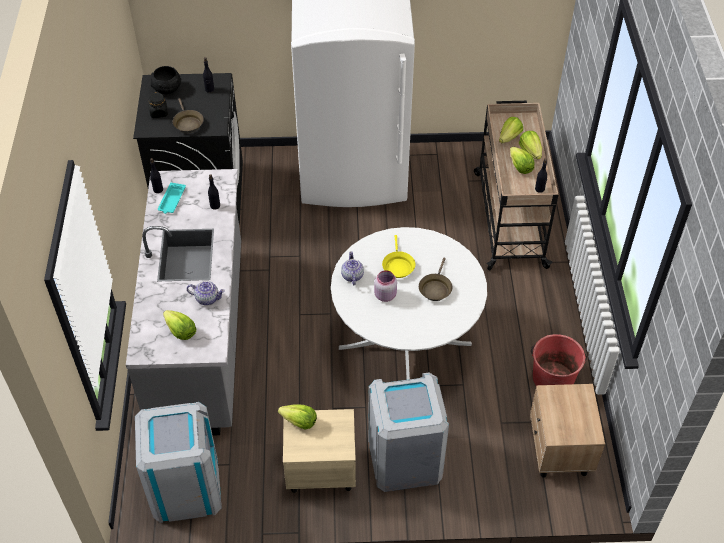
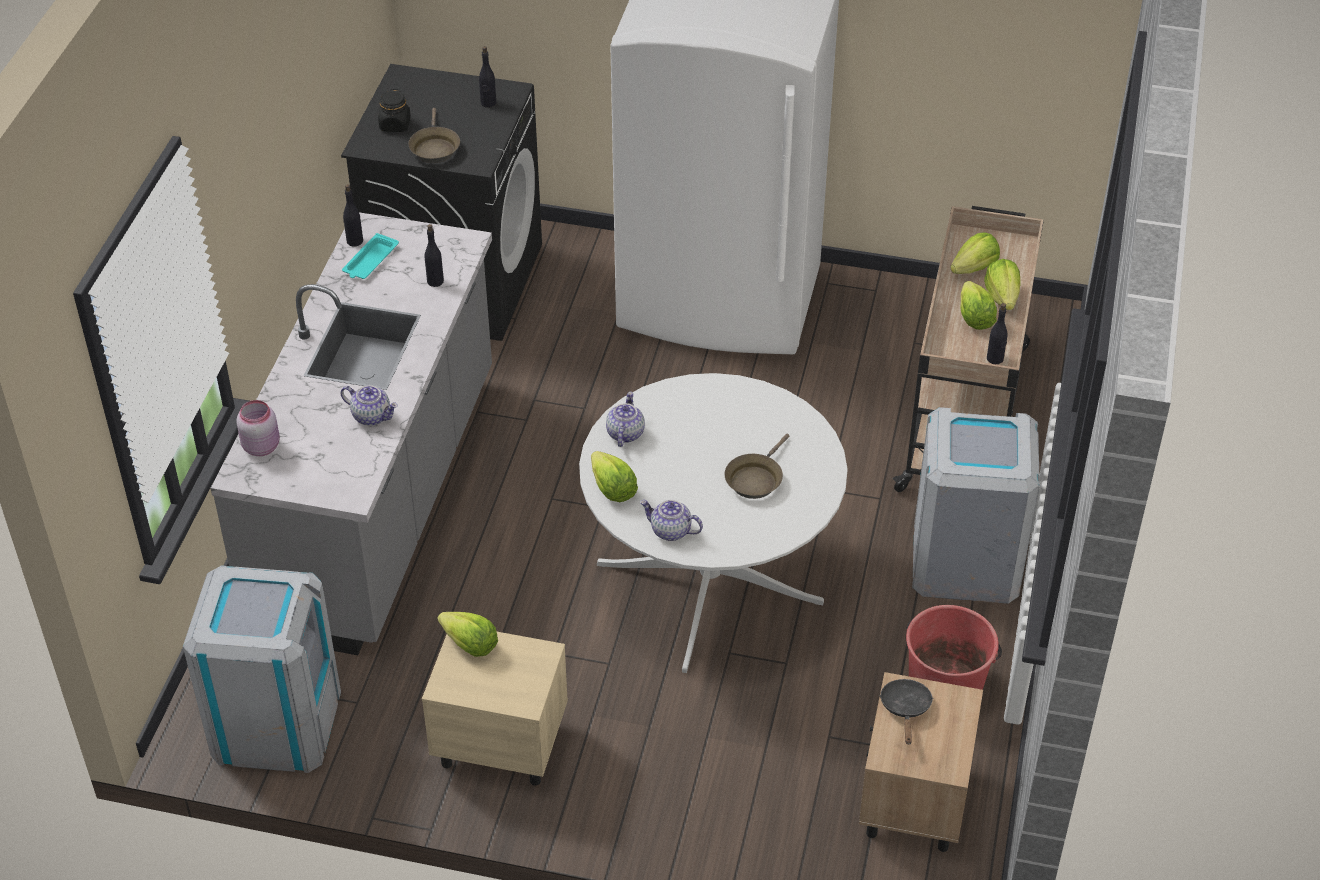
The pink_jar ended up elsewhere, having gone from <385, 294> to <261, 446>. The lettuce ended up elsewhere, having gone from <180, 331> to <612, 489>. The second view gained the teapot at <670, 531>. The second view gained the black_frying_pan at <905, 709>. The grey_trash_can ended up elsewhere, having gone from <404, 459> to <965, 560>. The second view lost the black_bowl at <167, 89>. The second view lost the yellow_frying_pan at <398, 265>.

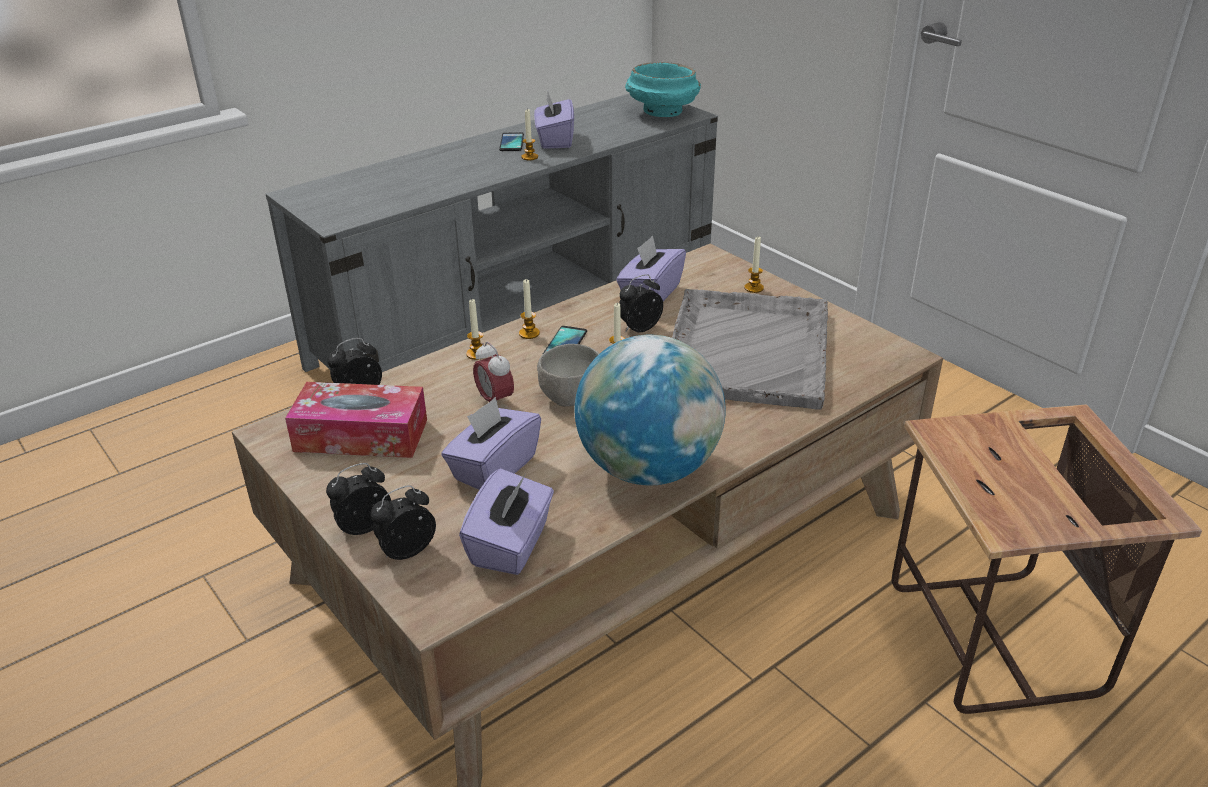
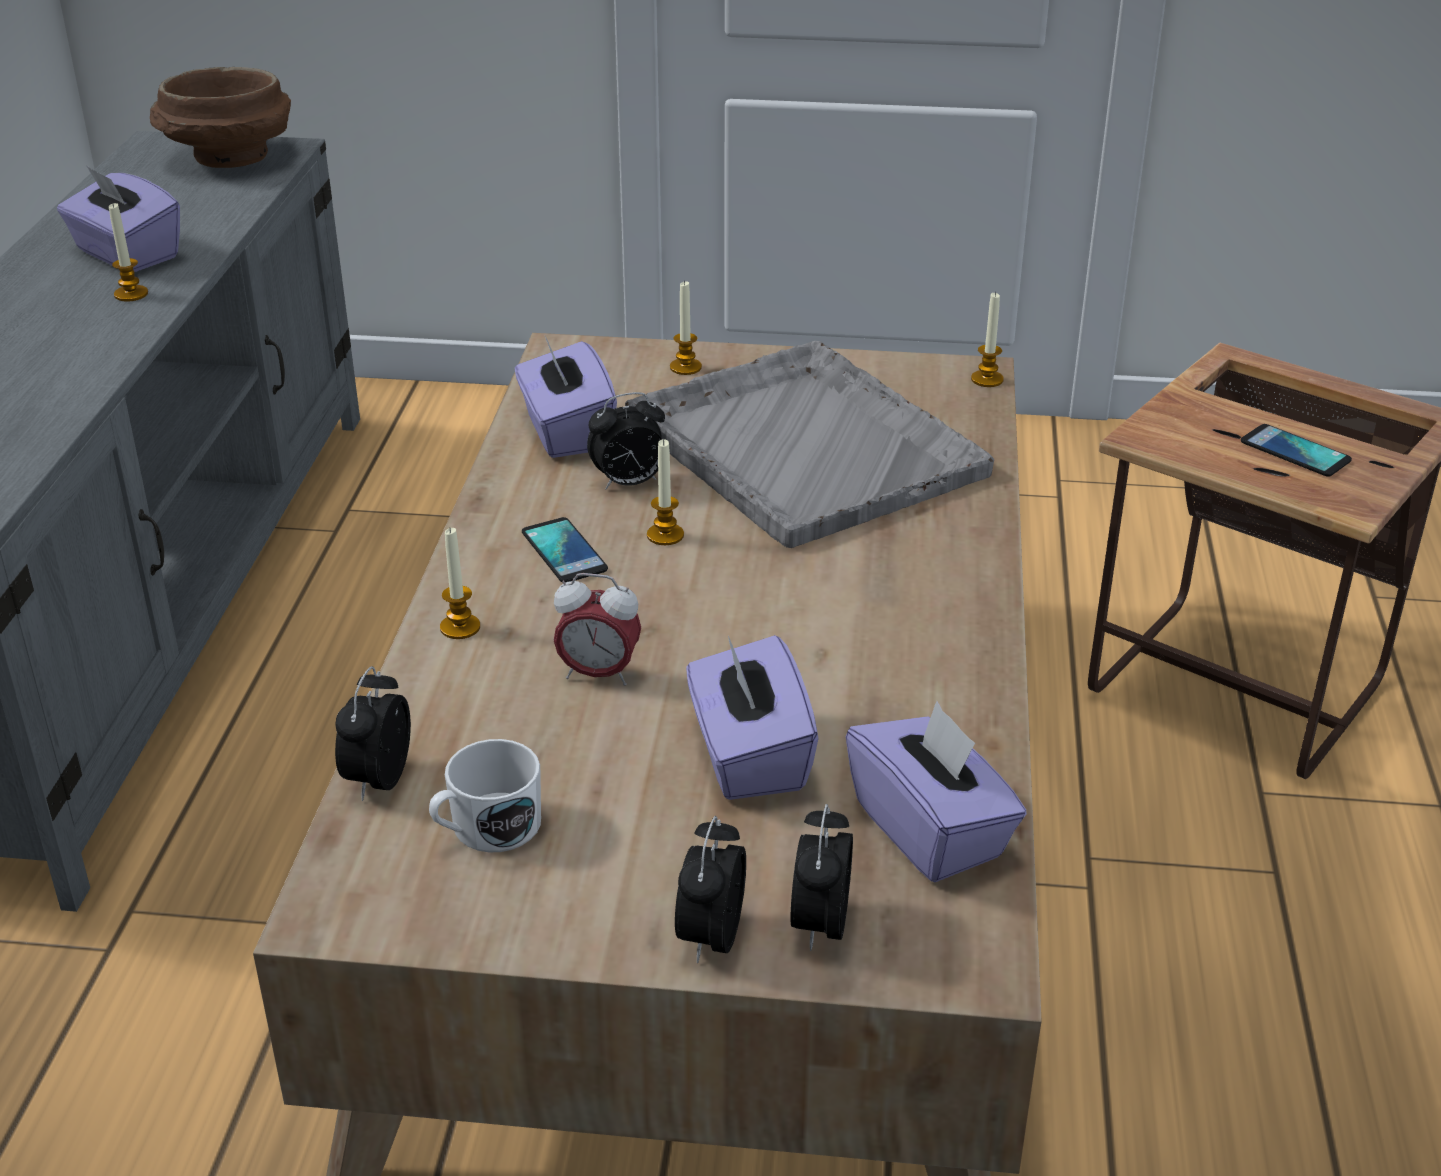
What was the turquoise_bowl at <661, 112> turned into the brown_bowl at <229, 159>. Where the tissue_box stood at <361, 435>, the white_mug came to stand at <486, 829>. The alarm_clock at <639, 328> ended up facing another way, 120 degrees counterclockwise from before. The candle ended up elsewhere, having gone from <529, 333> to <987, 379>. The phone ended up elsewhere, having gone from <511, 142> to <1295, 452>. The second view lost the grey_bowl at <569, 396>. The second view lost the globe at <648, 468>.

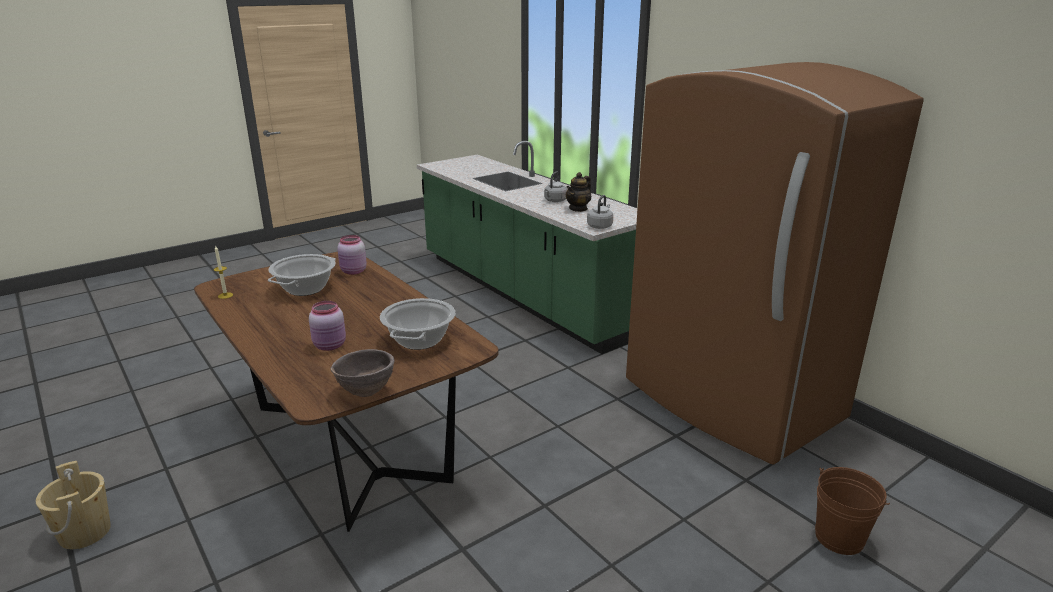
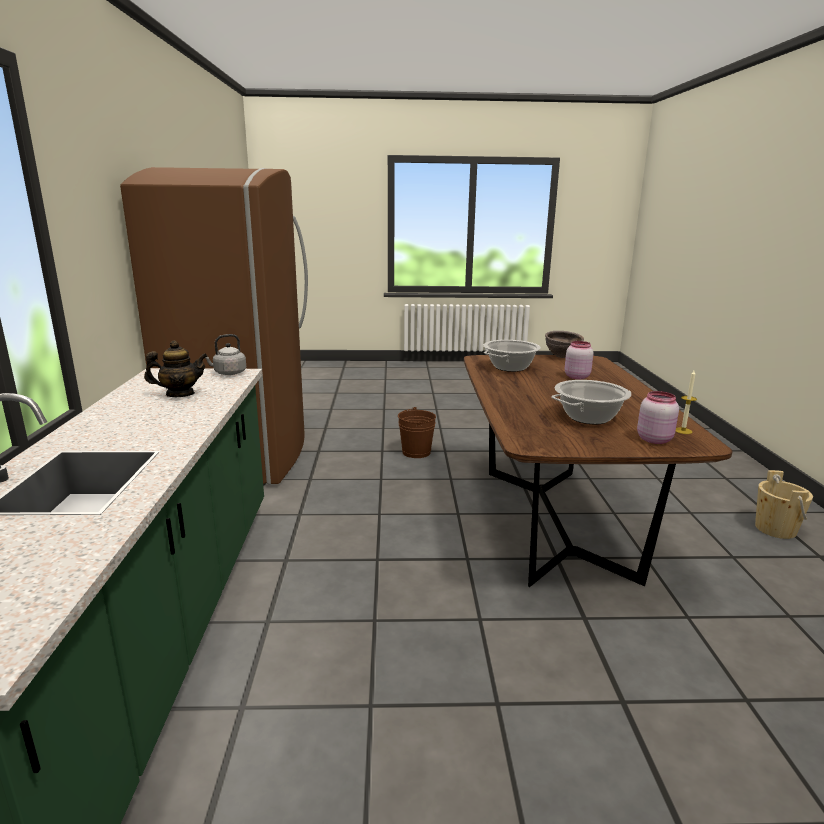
The brown_bucket ended up elsewhere, having gone from <839, 538> to <416, 452>. The pink_jar ended up elsewhere, having gone from <353, 271> to <654, 439>. The second view lost the grey_kettle at <554, 201>.

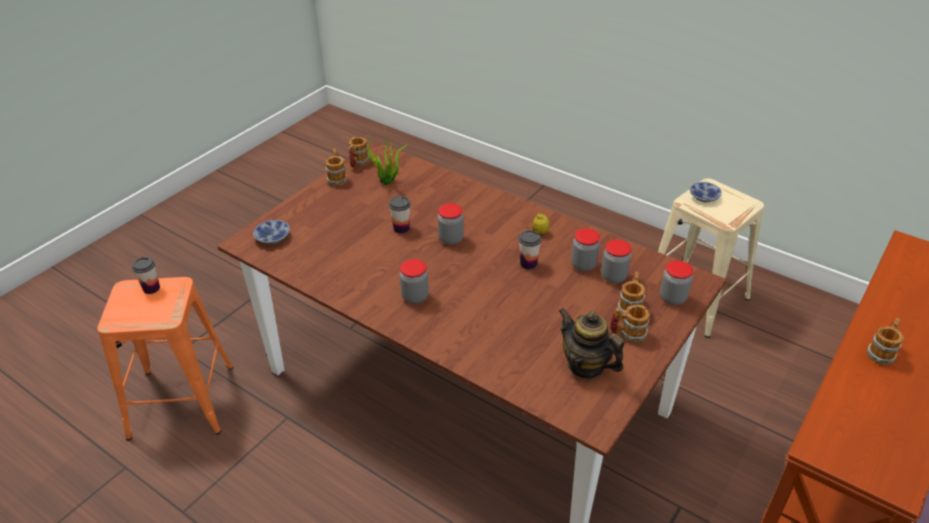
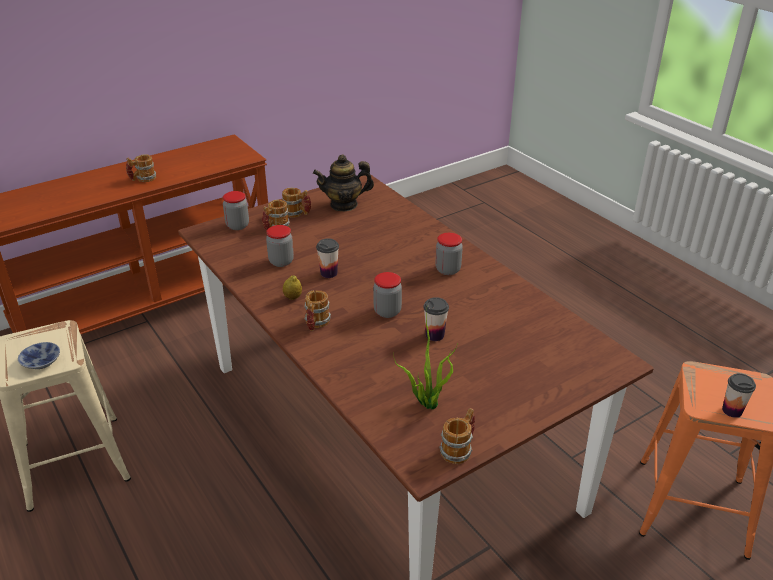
The mug ended up elsewhere, having gone from <337, 178> to <316, 324>. The teapot at <586, 366> ended up facing another way, 105 degrees clockwise from before. The second view lost the bowl at <273, 237>. The second view lost the jar at <613, 276>.

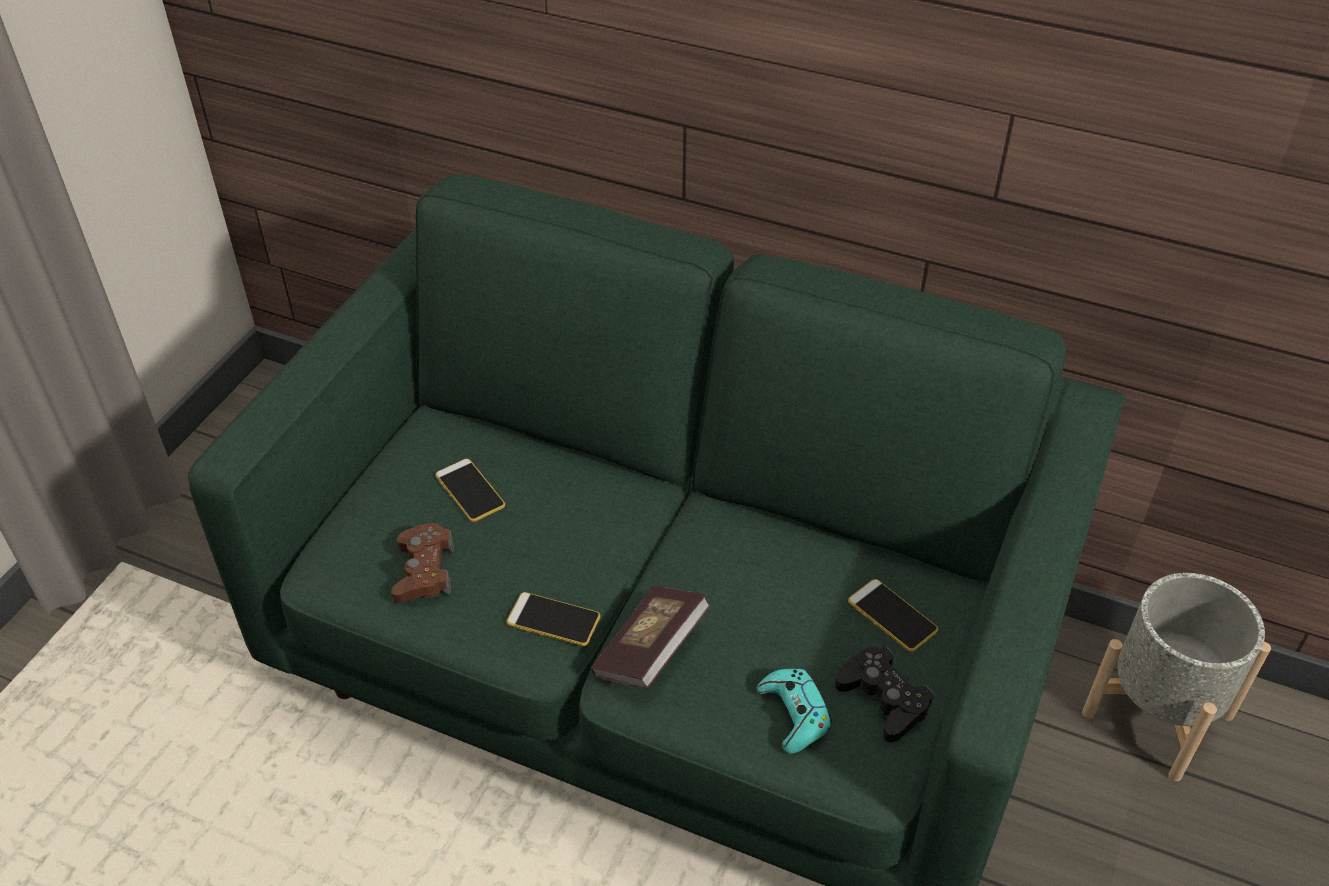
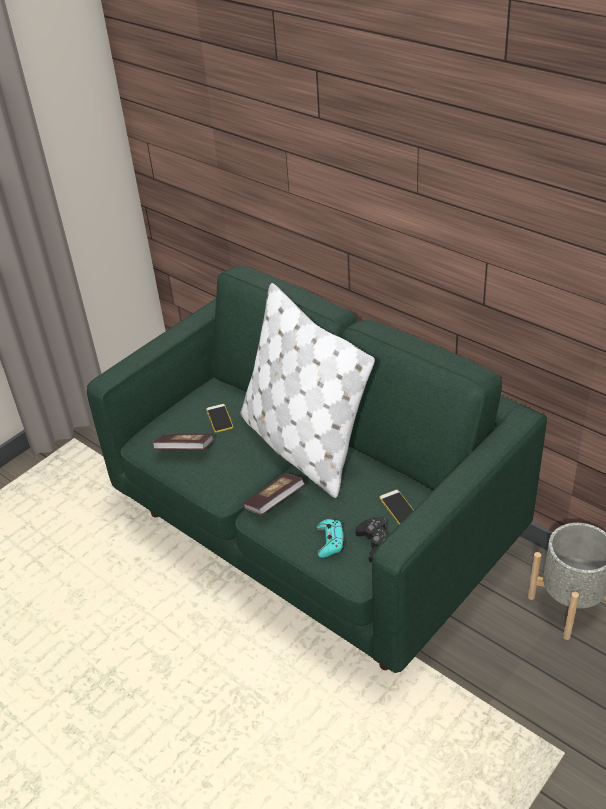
Where the brown_game_controller stood at <424, 571>, the book came to stand at <185, 450>. The second view gained the white_pillow at <302, 446>. The second view lost the phone at <553, 620>.

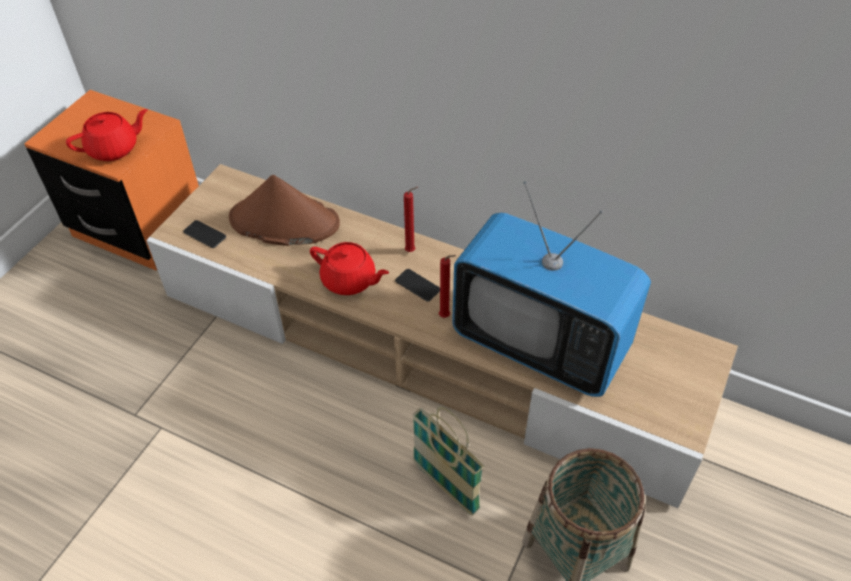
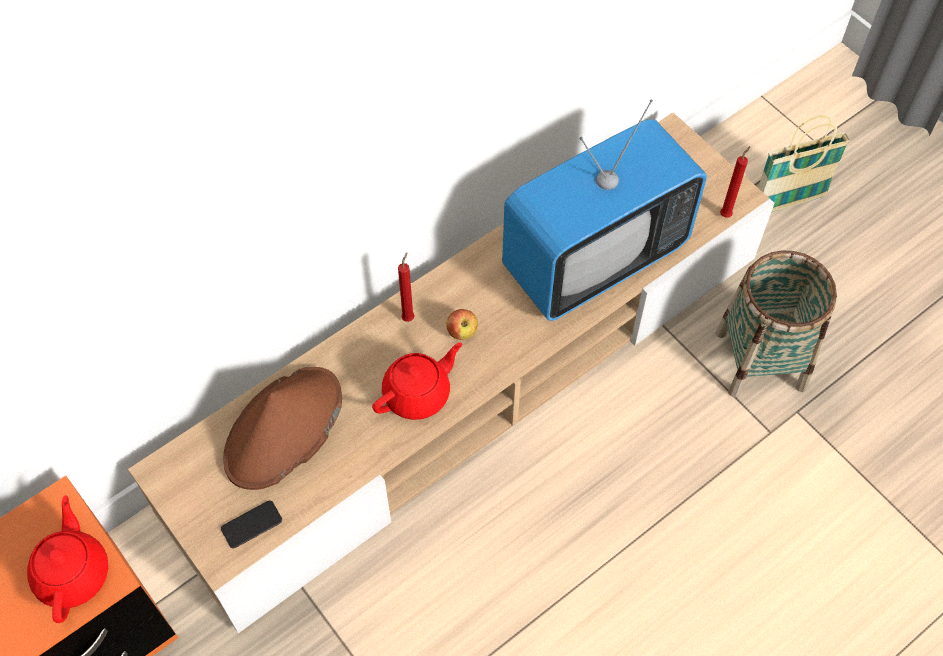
Where the phone stood at <417, 285>, the apple came to stand at <462, 332>. The red_candle ended up elsewhere, having gone from <446, 316> to <726, 214>. The basket ended up elsewhere, having gone from <445, 486> to <787, 203>.

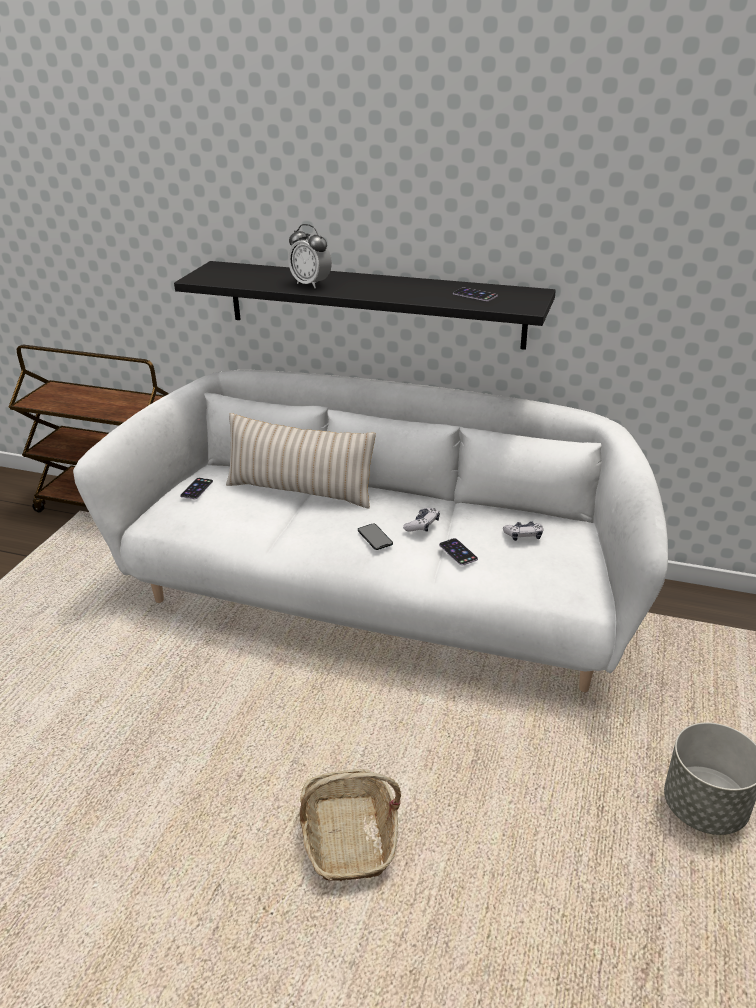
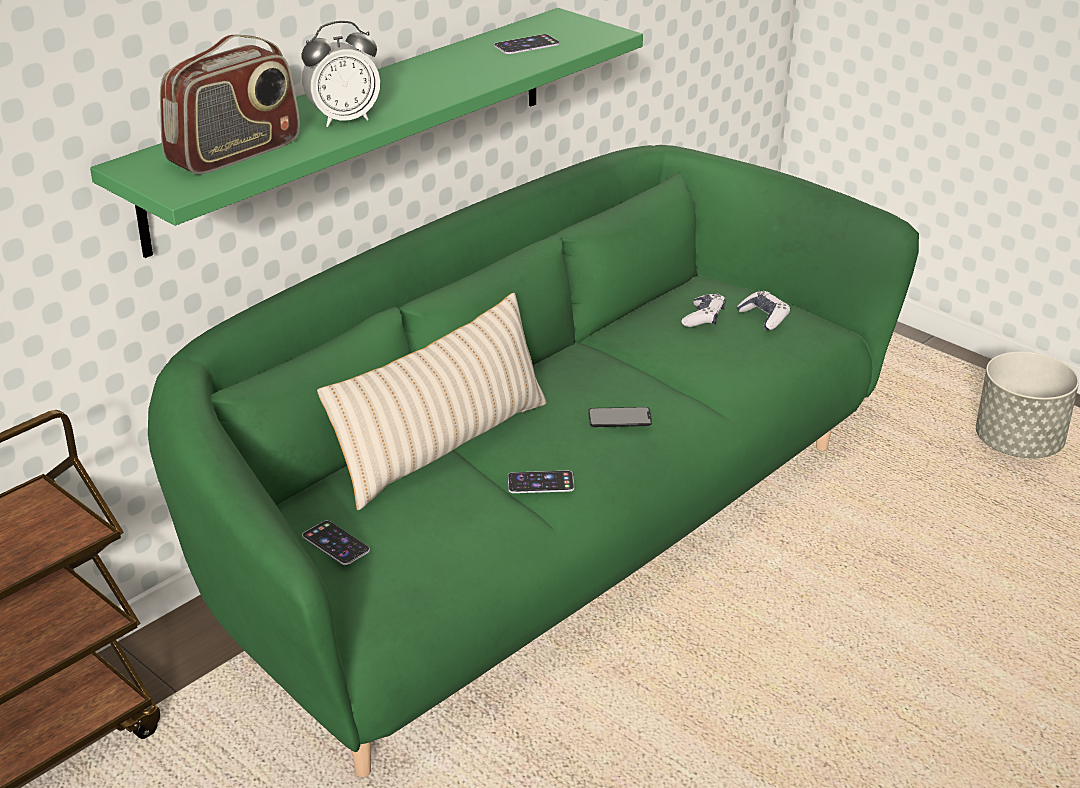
What was the black_shelf at <373, 304> turned into the green_shelf at <355, 125>. What was the white_sofa at <379, 597> turned into the green_sofa at <542, 540>. The second view gained the radio at <235, 154>. The phone ended up elsewhere, having gone from <458, 552> to <540, 482>. The game_controller ended up elsewhere, having gone from <422, 525> to <764, 317>. The second view lost the basket at <349, 837>.

